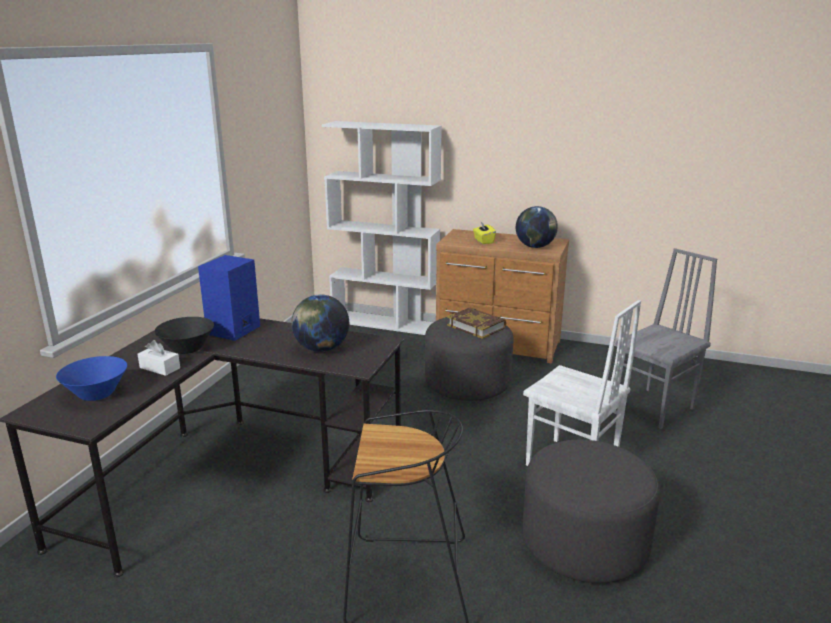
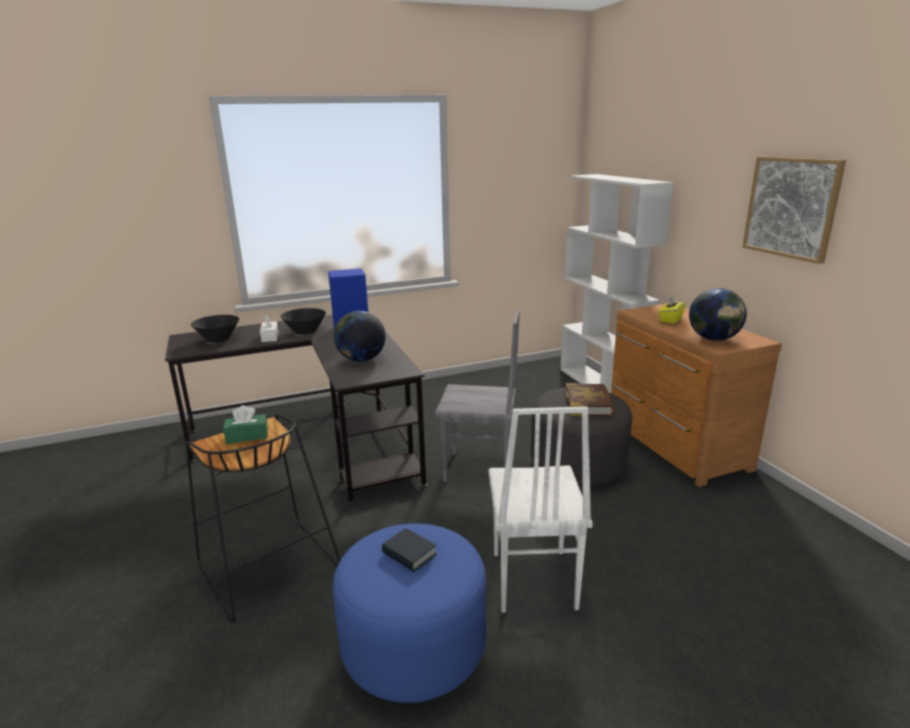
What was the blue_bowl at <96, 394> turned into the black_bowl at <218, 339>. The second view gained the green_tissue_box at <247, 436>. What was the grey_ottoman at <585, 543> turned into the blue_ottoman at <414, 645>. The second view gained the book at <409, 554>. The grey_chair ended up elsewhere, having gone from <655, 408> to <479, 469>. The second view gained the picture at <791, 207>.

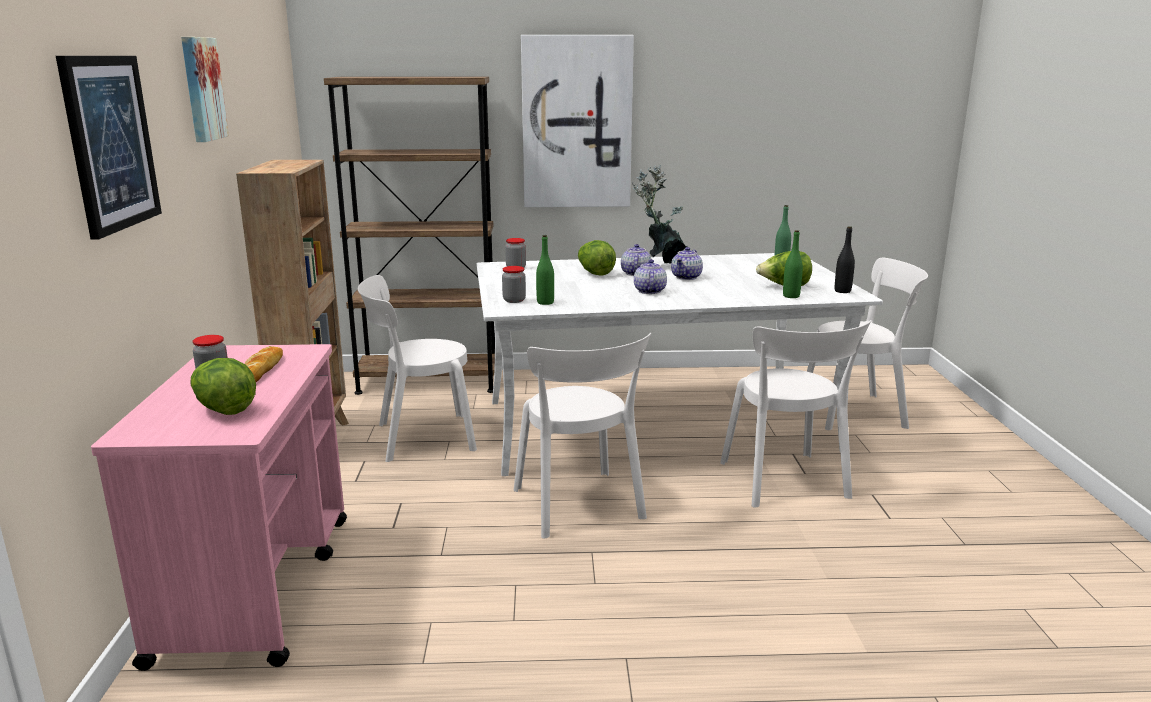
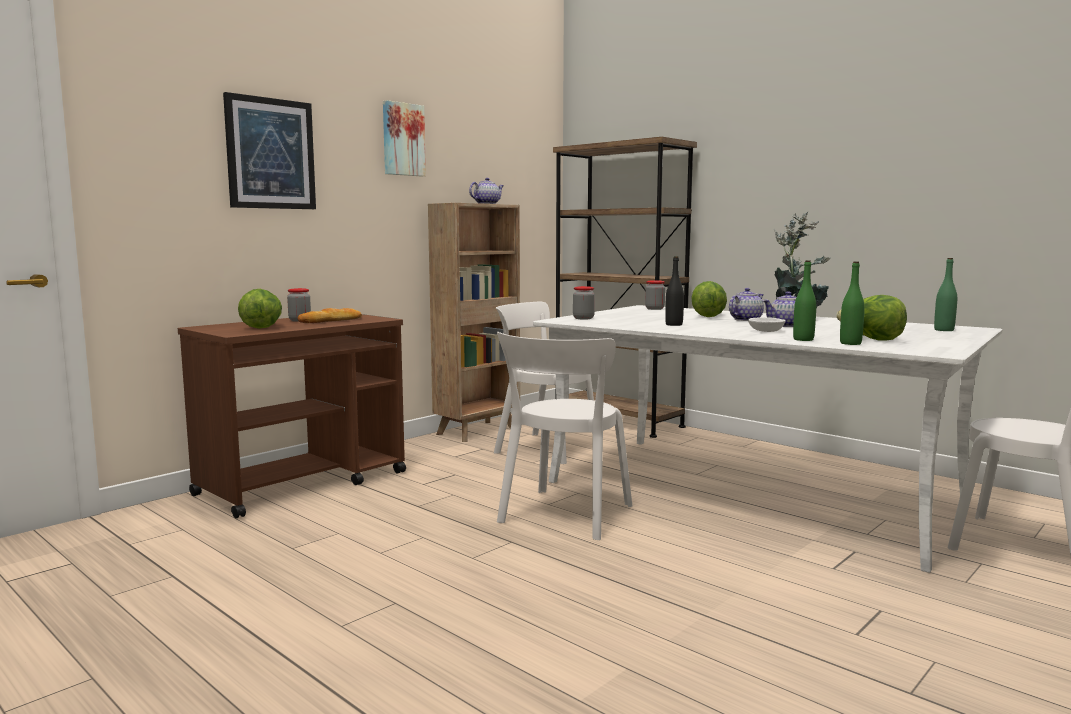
What was the pink_cart at <257, 585> turned into the brown_cart at <304, 483>. The teapot ended up elsewhere, having gone from <649, 291> to <487, 204>. The black_bottle ended up elsewhere, having gone from <842, 291> to <674, 325>. The second view gained the white_bowl at <765, 331>. The green_bottle ended up elsewhere, having gone from <545, 302> to <803, 339>. The second view lost the picture at <577, 123>. The second view lost the white_chair at <785, 482>.

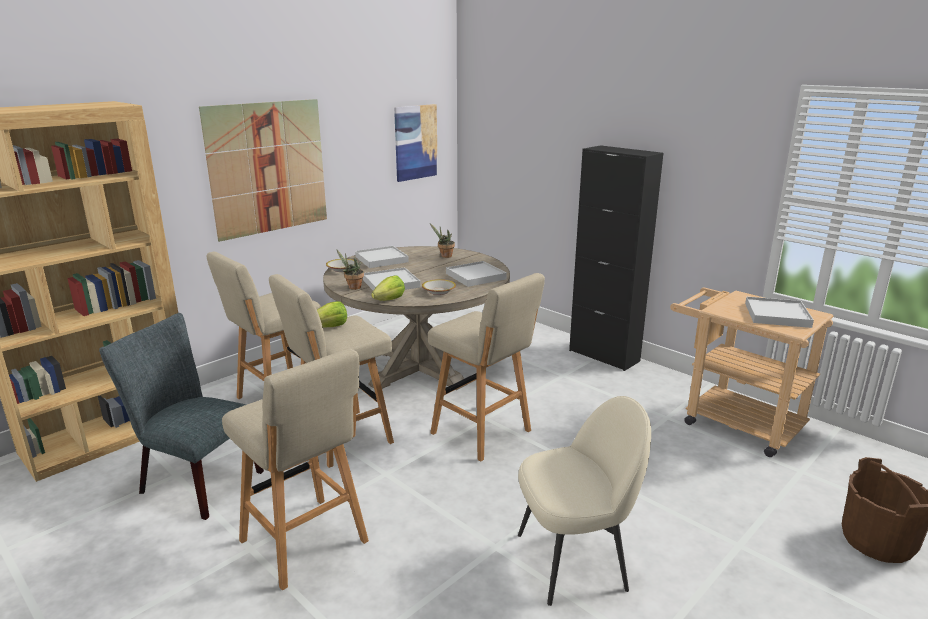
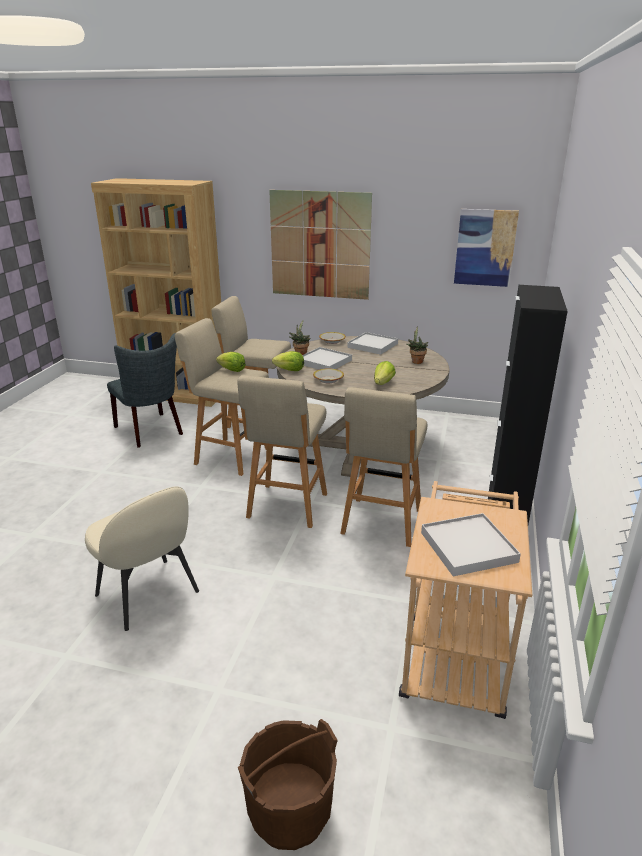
The grey_chair at <195, 481> ended up facing another way, 150 degrees clockwise from before. The beige_stool ended up elsewhere, having gone from <306, 543> to <381, 523>. Where the white_tray stood at <475, 276>, the lettuce came to stand at <383, 383>.

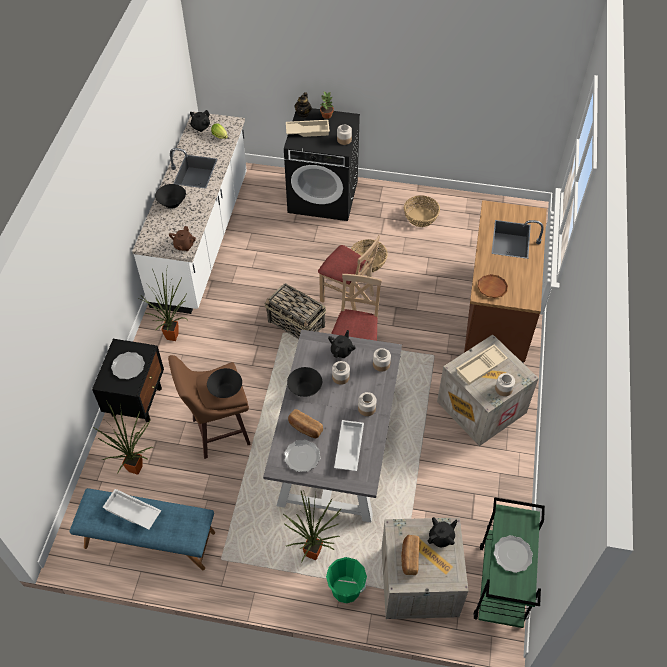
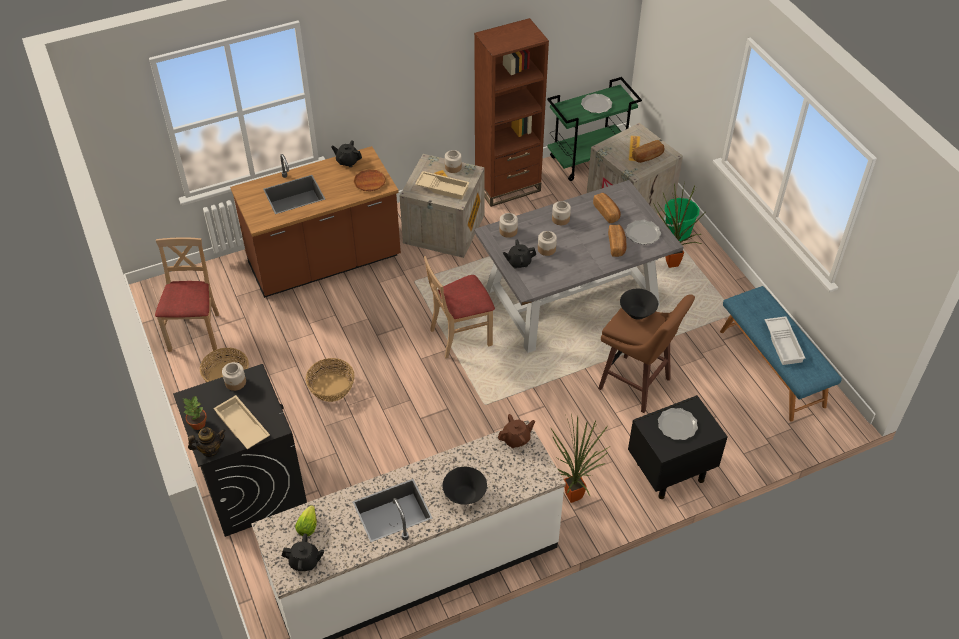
The beige_chair ended up elsewhere, having gone from <347, 297> to <195, 332>. The black_teapot ended up elsewhere, having gone from <441, 537> to <347, 161>. The second view gained the brown_bookcase at <507, 187>. Where the white_tray stood at <348, 447>, the bread came to stand at <607, 212>. The second view lost the potted_plant at <137, 467>. The second view lost the basket at <296, 324>. The second view lost the black_bowl at <305, 389>.

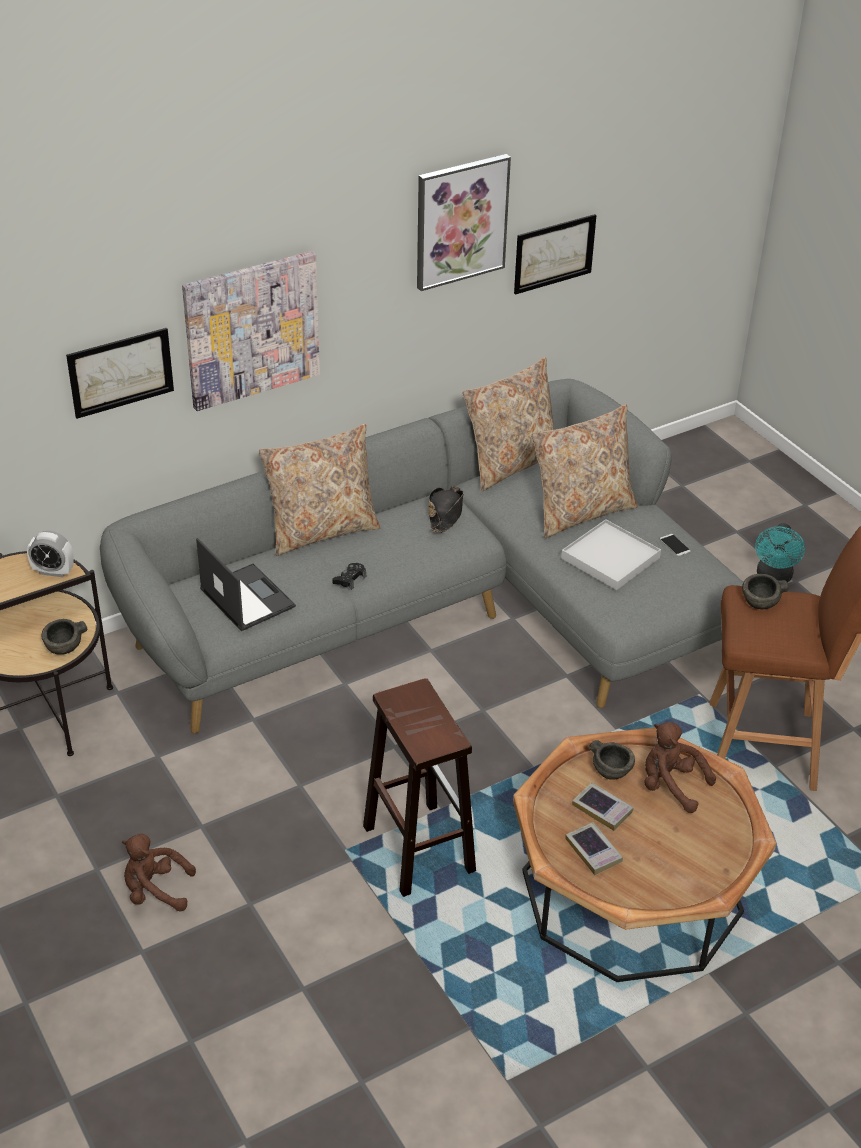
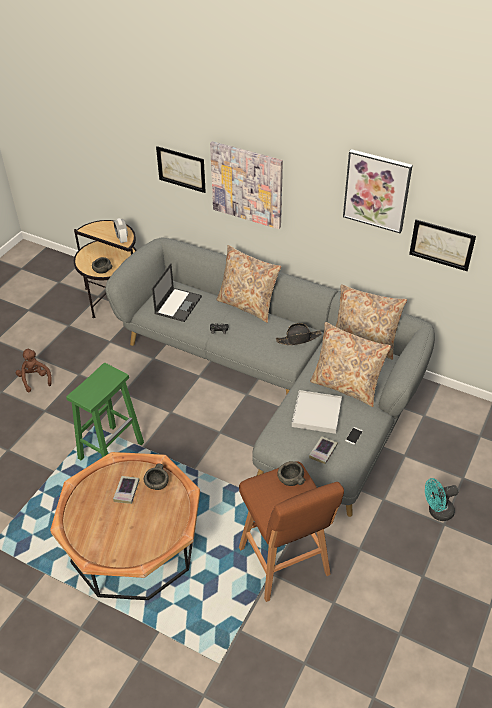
What was the brown_stool at <417, 847> turned into the green_stool at <111, 450>. The book ended up elsewhere, having gone from <593, 851> to <323, 452>. The second view lost the brown_plush_toy at <670, 785>.

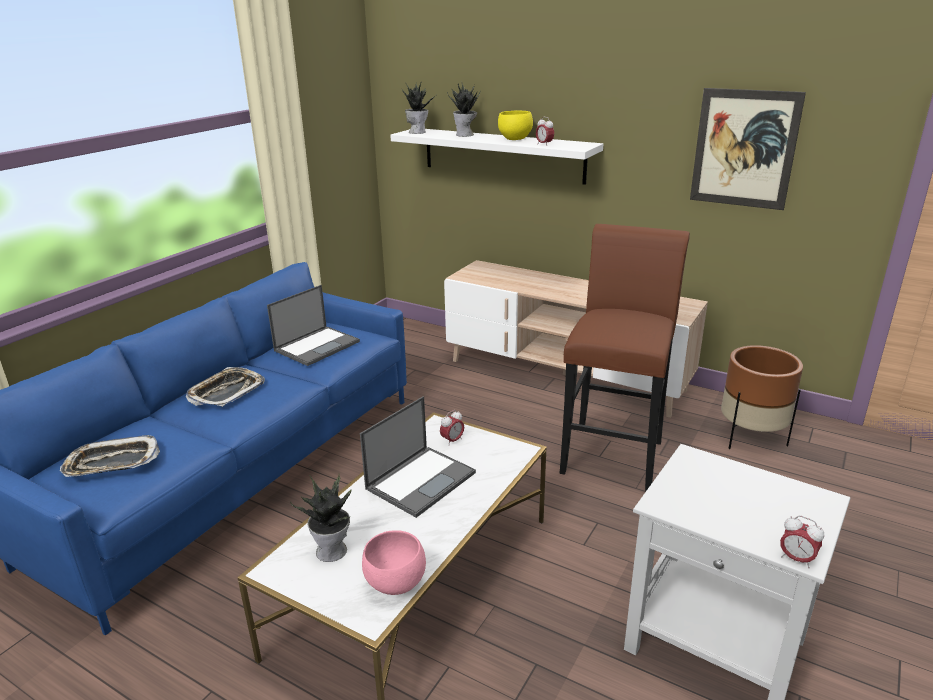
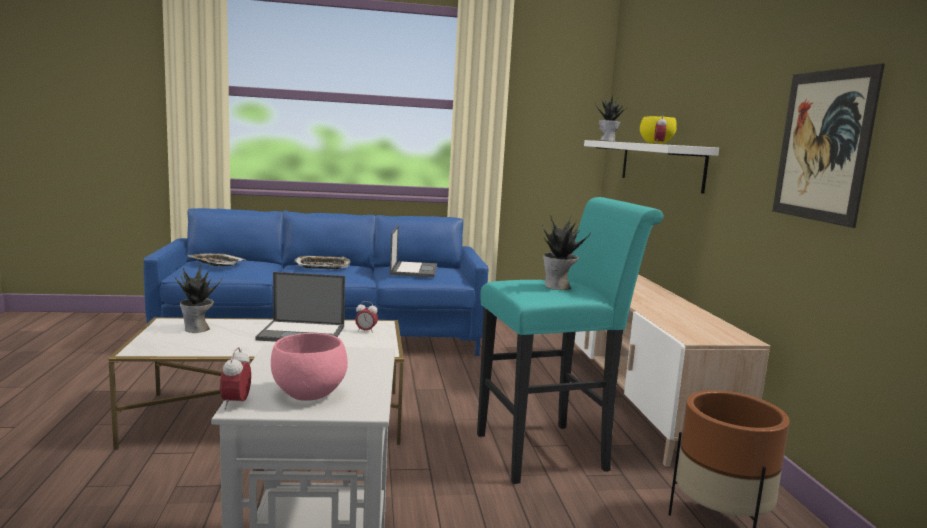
The pink_bowl ended up elsewhere, having gone from <396, 584> to <307, 395>. The laptop at <317, 346> ended up facing another way, 90 degrees counterclockwise from before. What was the brown_stool at <614, 452> turned into the turquoise_stool at <550, 451>. The potted_plant ended up elsewhere, having gone from <465, 135> to <558, 287>.

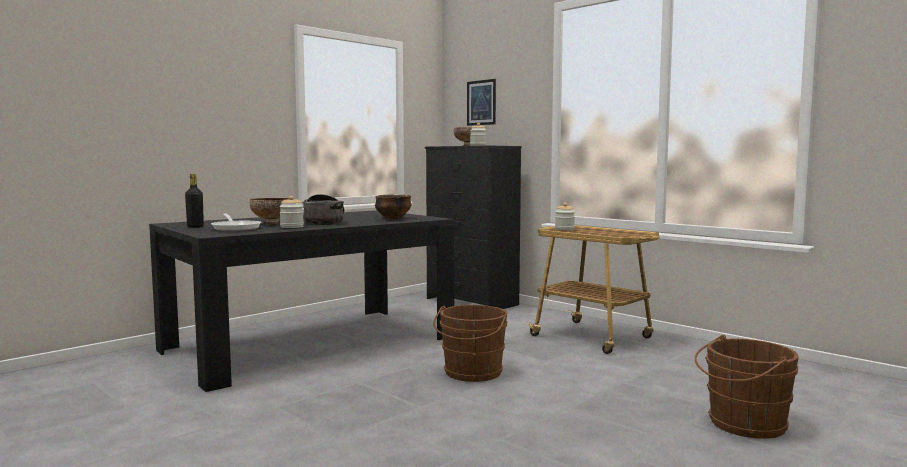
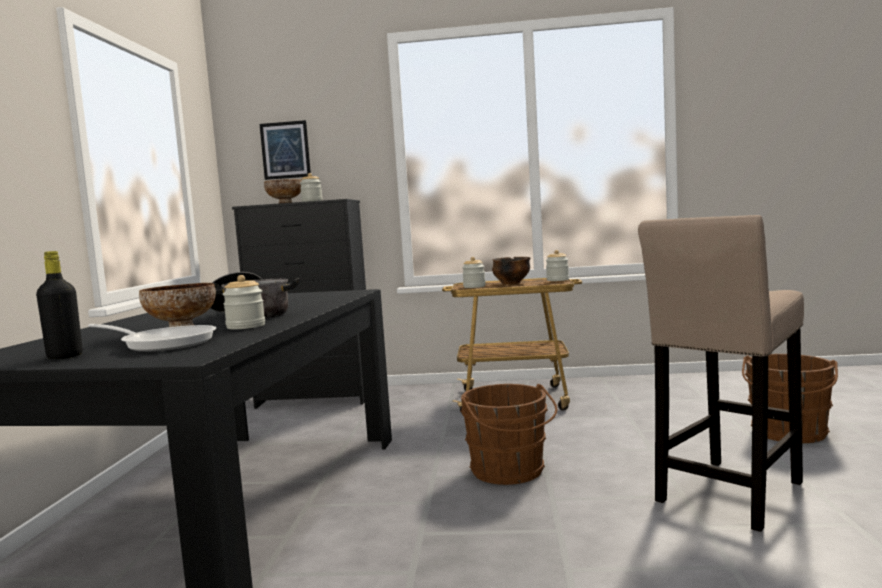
The bowl ended up elsewhere, having gone from <393, 218> to <511, 283>. The second view gained the jar at <557, 280>. The second view gained the beige_stool at <727, 495>.

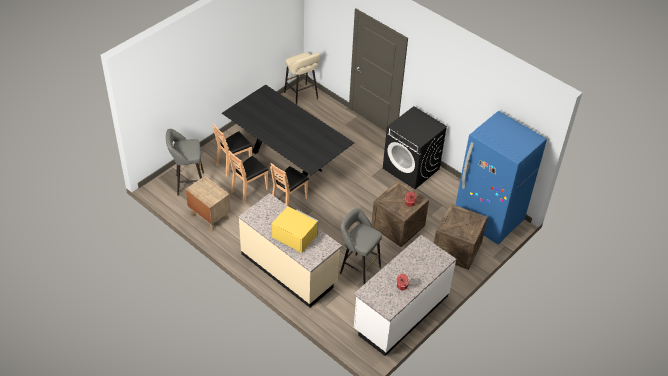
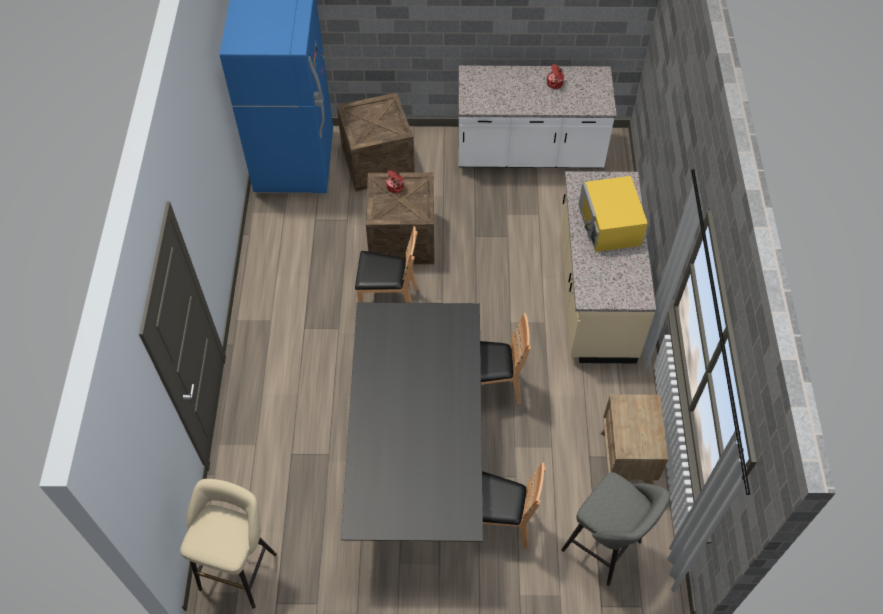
The brown_chair ended up elsewhere, having gone from <249, 190> to <388, 301>. The second view lost the grey_stool at <358, 269>. The second view lost the black_washing_machine at <411, 169>.

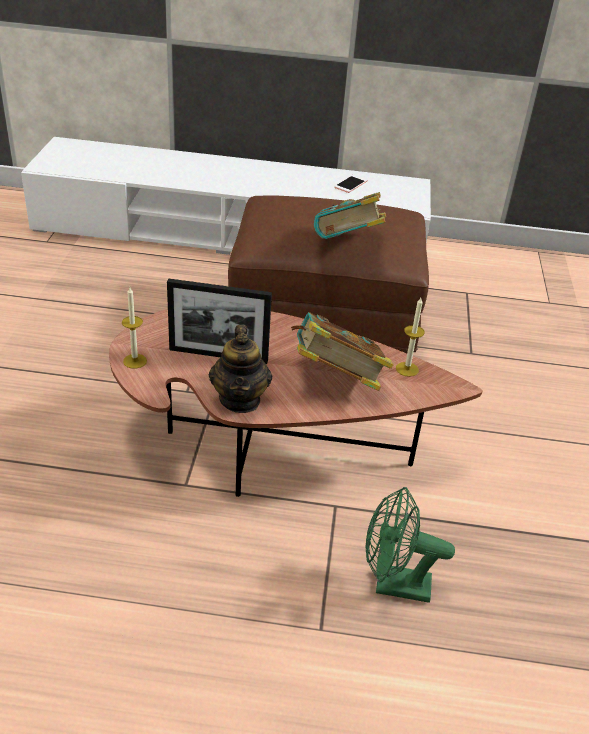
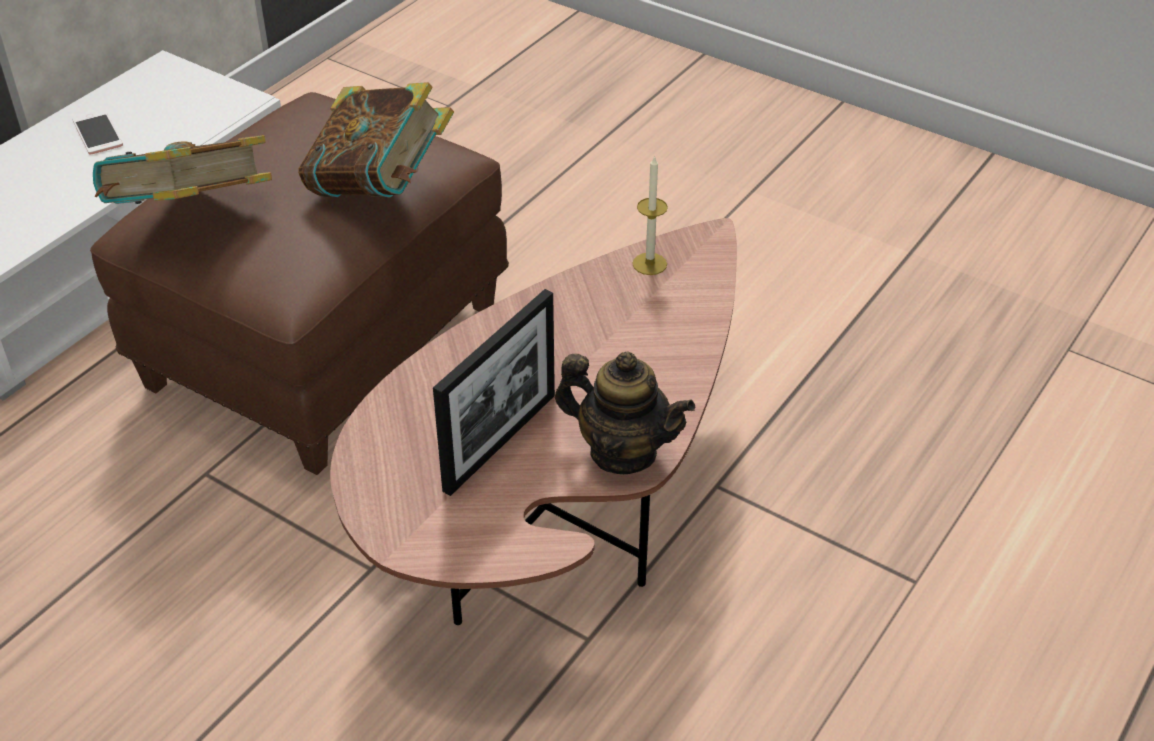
The book ended up elsewhere, having gone from <336, 379> to <191, 219>. The second view lost the candle at <135, 361>. The second view lost the green_fan at <393, 585>.

